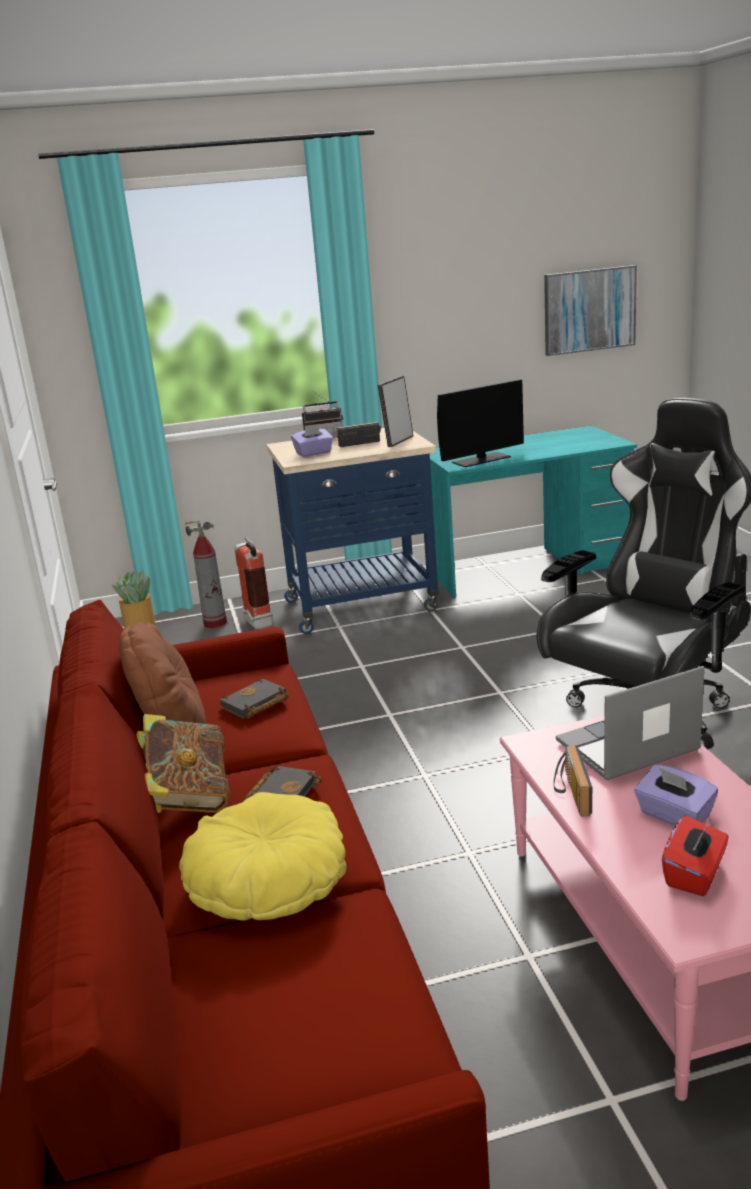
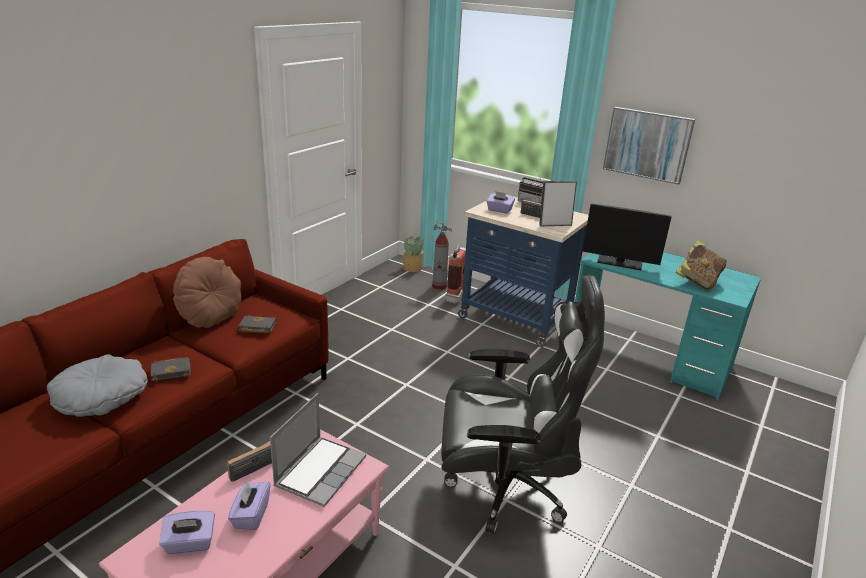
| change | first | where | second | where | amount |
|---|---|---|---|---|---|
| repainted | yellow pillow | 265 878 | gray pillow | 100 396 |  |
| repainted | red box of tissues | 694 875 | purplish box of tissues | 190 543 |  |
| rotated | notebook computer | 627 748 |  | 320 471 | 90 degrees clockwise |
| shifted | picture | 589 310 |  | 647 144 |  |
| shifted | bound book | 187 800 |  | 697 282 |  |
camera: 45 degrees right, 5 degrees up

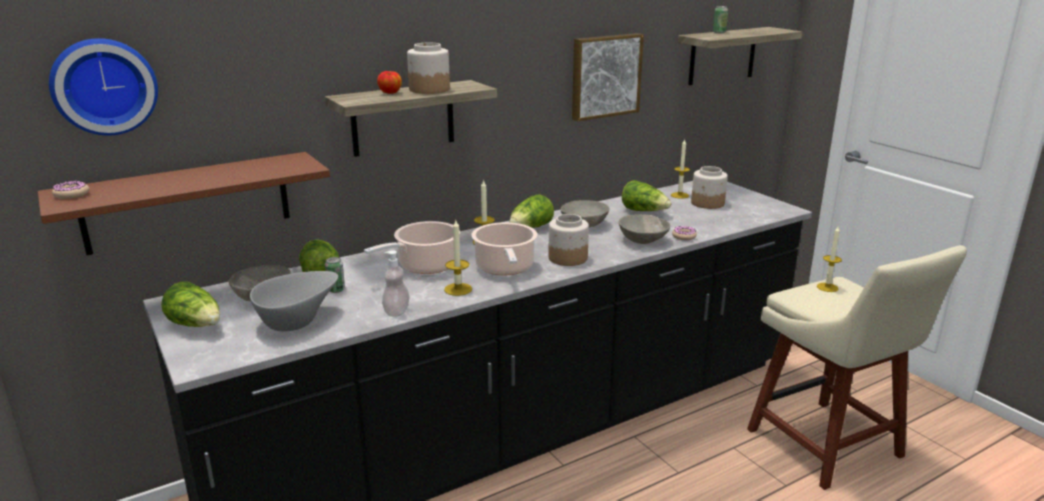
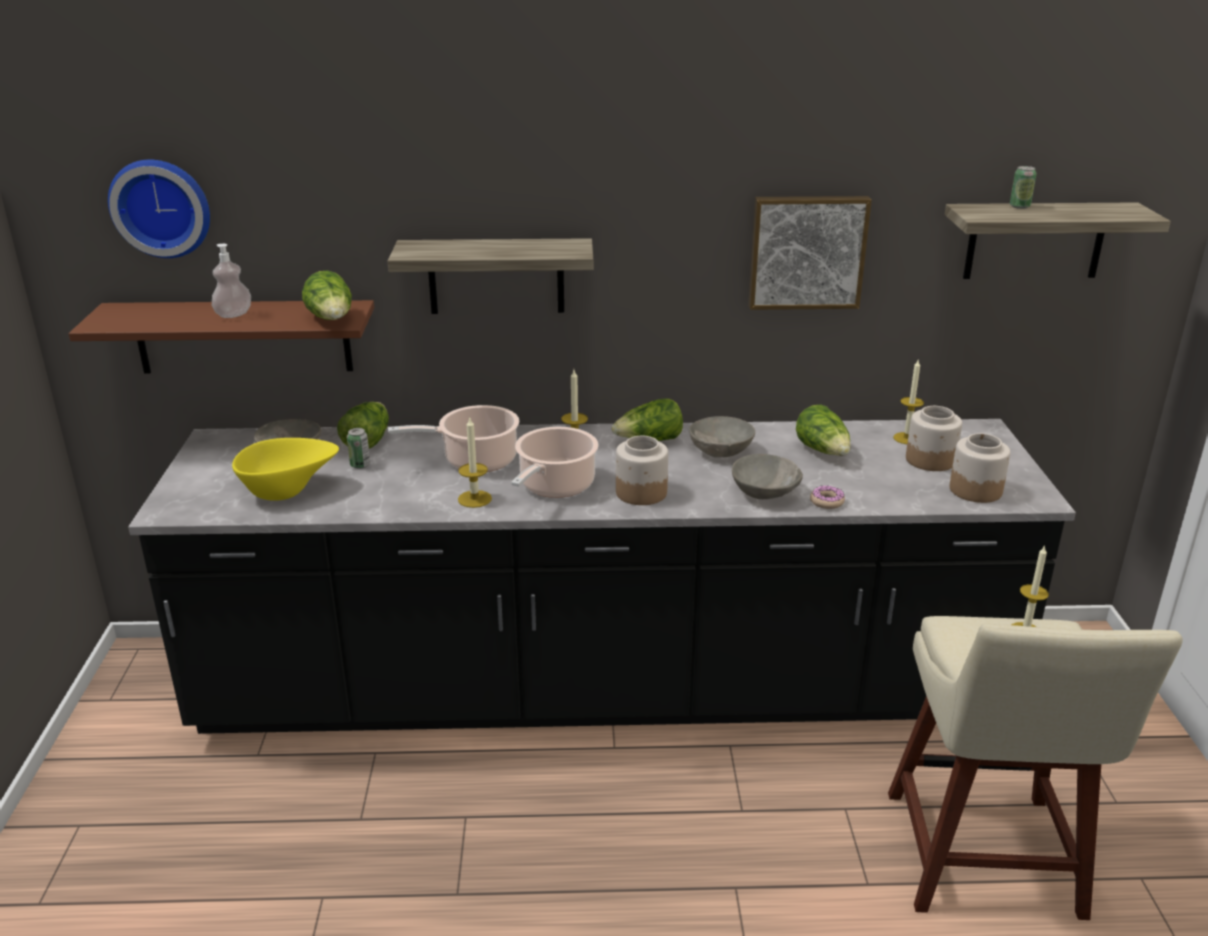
| change | first | where | second | where | amount |
|---|---|---|---|---|---|
| shifted | liquid soap bottle | 396 312 |  | 234 314 |  |
| repainted | gray deep dish | 297 321 | yellow deep dish | 288 491 |  |
| shifted | head of lettuce | 197 325 |  | 332 319 |  |
| shifted | preserve jar | 429 89 |  | 975 490 |  |
| gone | doughnut | 71 194 |  |  |  |
| gone | whole apple | 390 93 |  |  |  |
camera: 30 degrees right, 5 degrees up

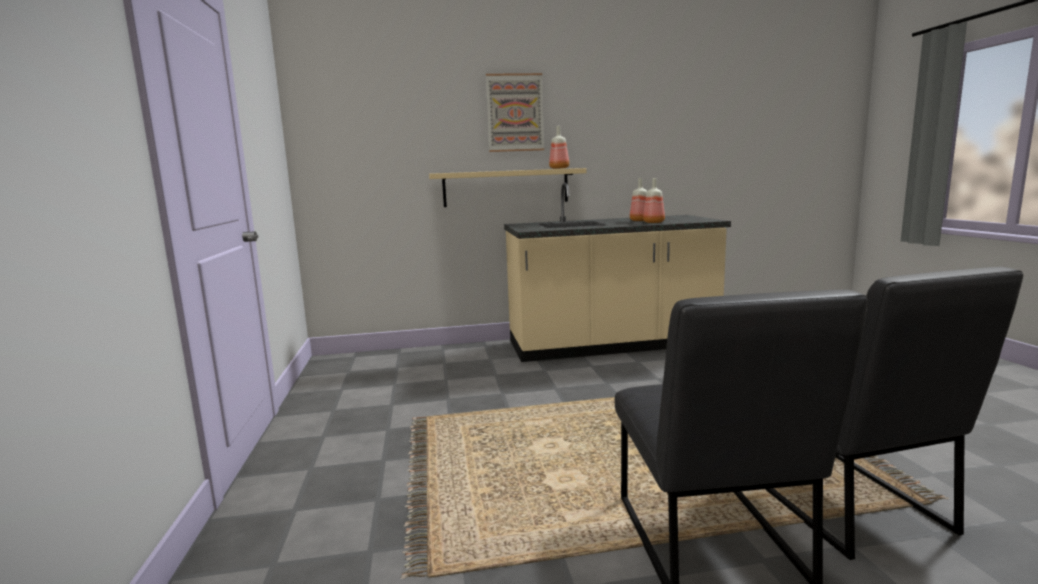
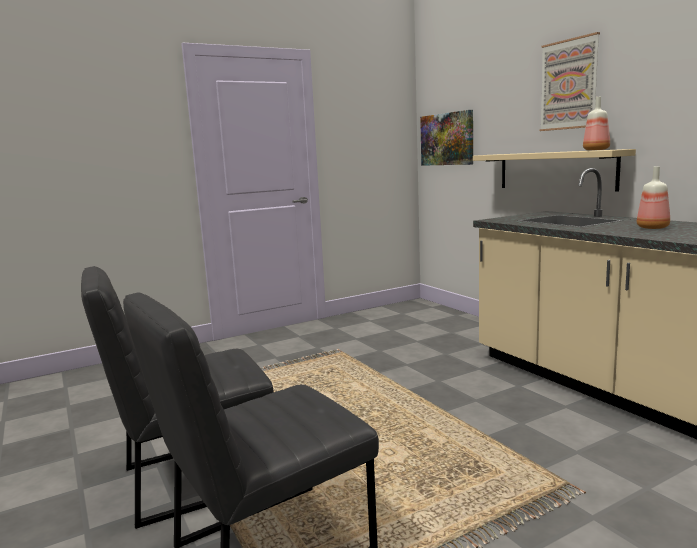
| change | first | where | second | where | amount |
|---|---|---|---|---|---|
| new |  |  | picture | 447 139 |  |
| gone | bottle | 653 222 |  |  |  |
camera: 70 degrees right, 0 degrees up

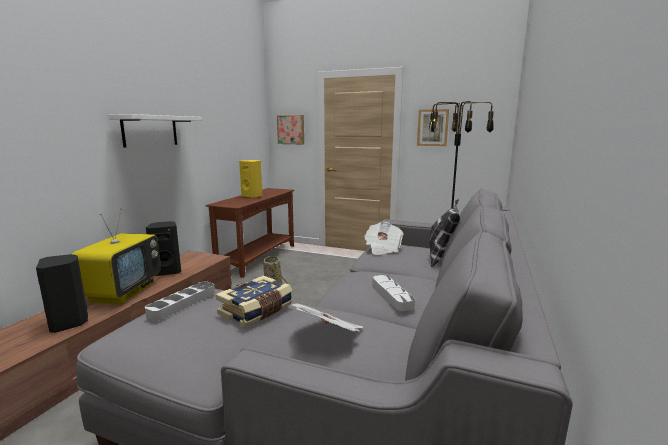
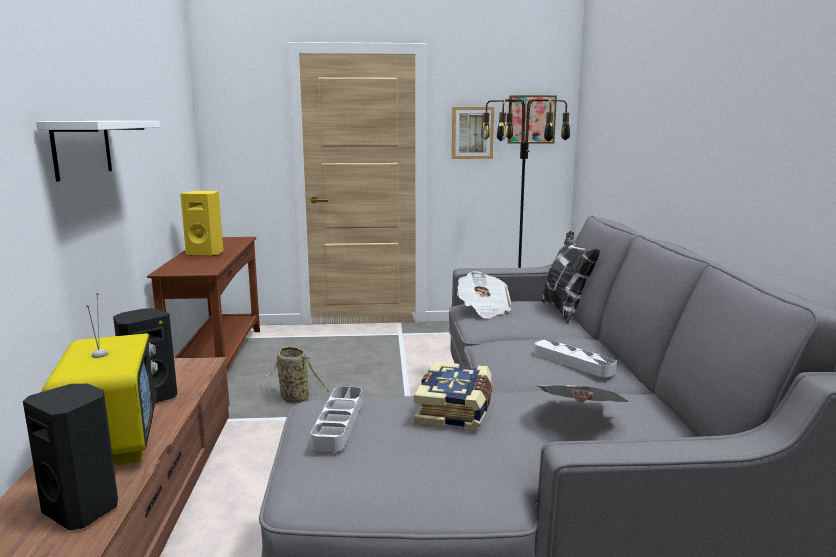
| change | first | where | second | where | amount |
|---|---|---|---|---|---|
| shifted | picture | 291 129 |  | 531 119 |  |
camera: 25 degrees left, 0 degrees up

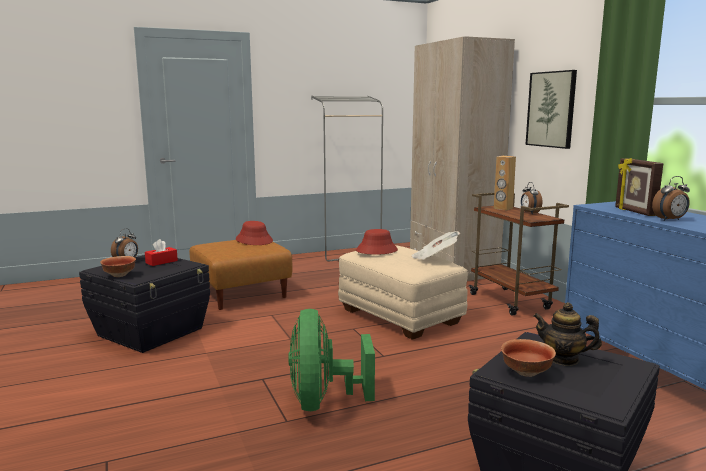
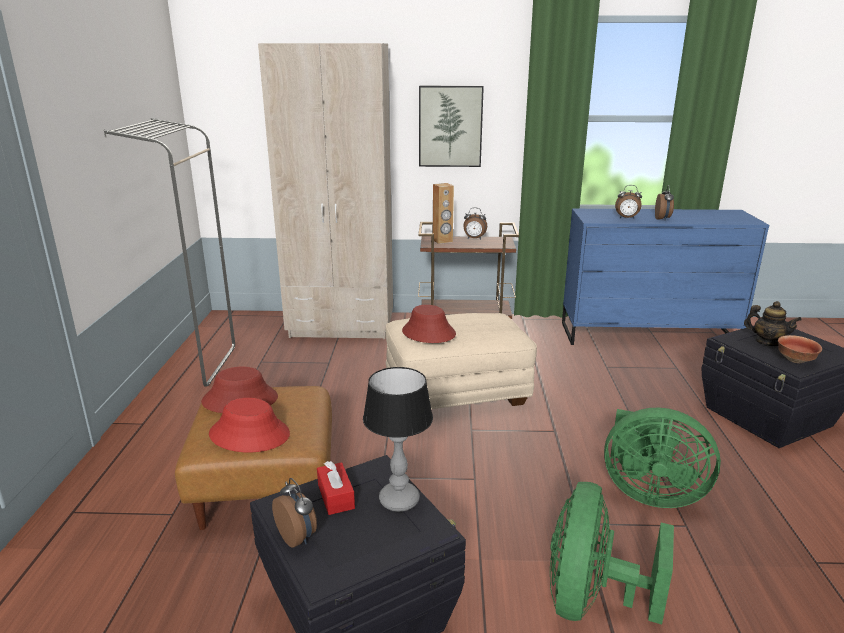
| change | first | where | second | where | amount |
|---|---|---|---|---|---|
| new |  |  | red hat | 250 434 |  |
| new |  |  | table lamp | 399 499 |  |
| new |  |  | green-coloured cooling fan | 591 600 |  |
| swapped | photo frame | 634 212 | alarm clock | 626 218 |  |
| rotated | tea pot | 563 359 |  | 767 342 | 105 degrees counterclockwise |
| gone | deep dish | 120 275 |  |  |  |
| gone | printed paper | 434 258 |  |  |  |
camera: 65 degrees left, 10 degrees up

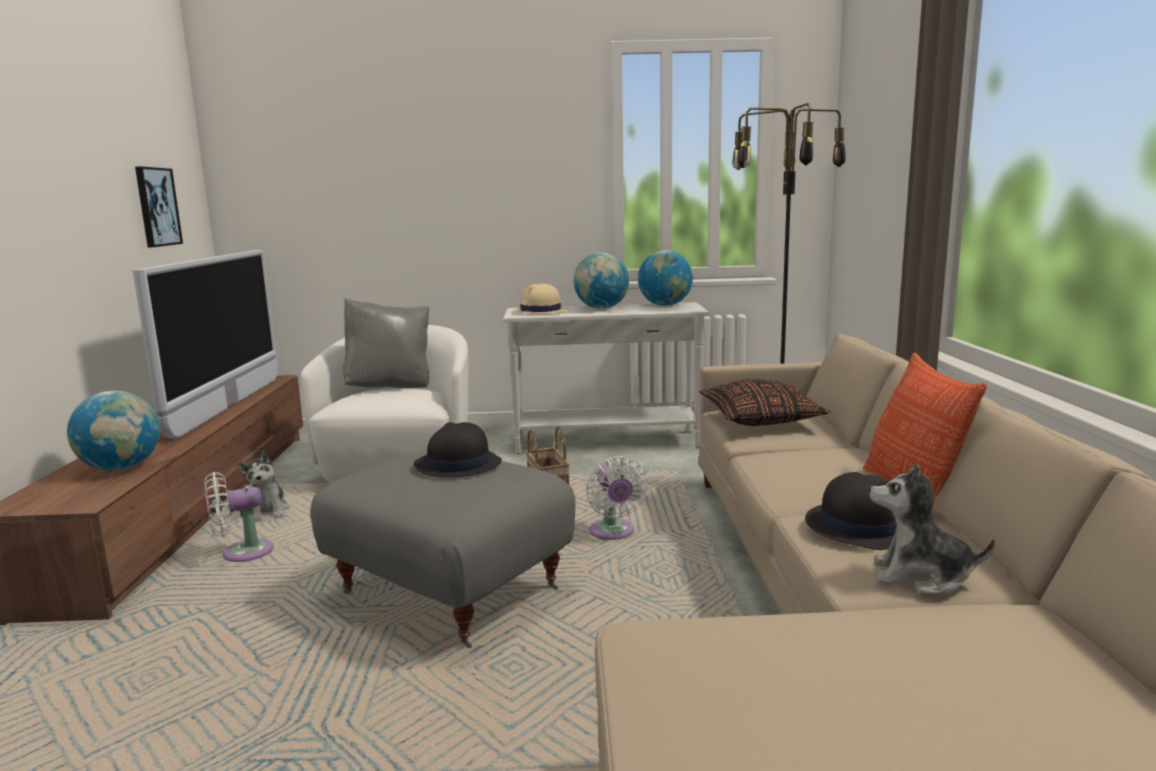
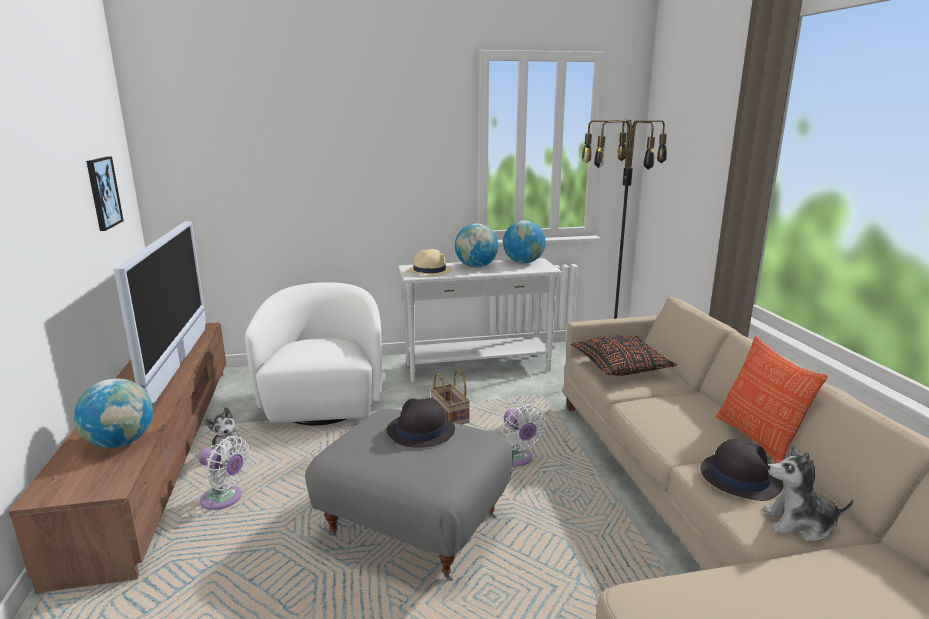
| change | first | where | second | where | amount |
|---|---|---|---|---|---|
| rotated | white-coloured cooling fan | 242 553 |  | 224 499 | 120 degrees counterclockwise |
| gone | gray pillow | 391 388 |  |  |  |
camera: 10 degrees left, 5 degrees up

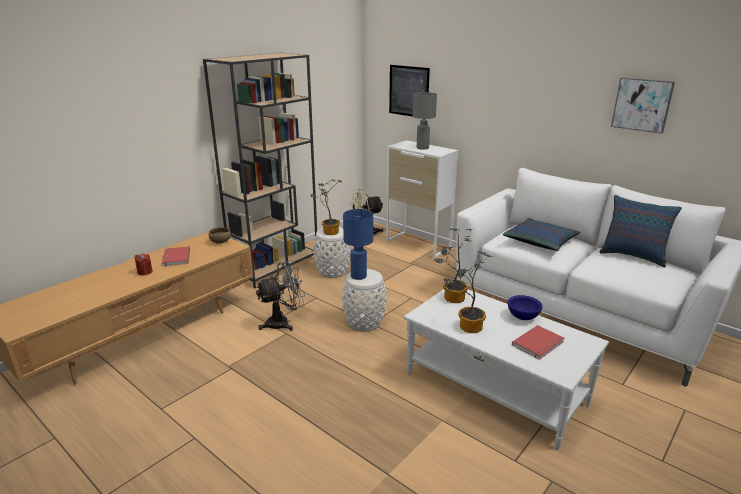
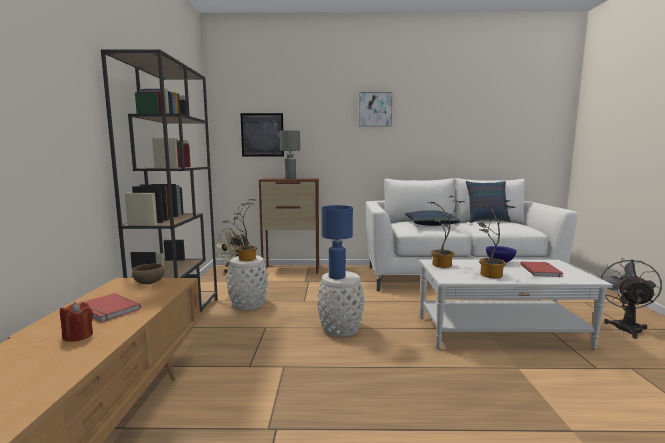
| change | first | where | second | where | amount |
|---|---|---|---|---|---|
| repainted | white-coloured cabinet | 418 245 | brown-coloured cabinet | 292 270 |  |
| shifted | picture | 642 104 |  | 375 109 |  |
| shifted | gray cooling fan | 283 322 |  | 625 326 |  |
camera: 40 degrees left, 15 degrees down

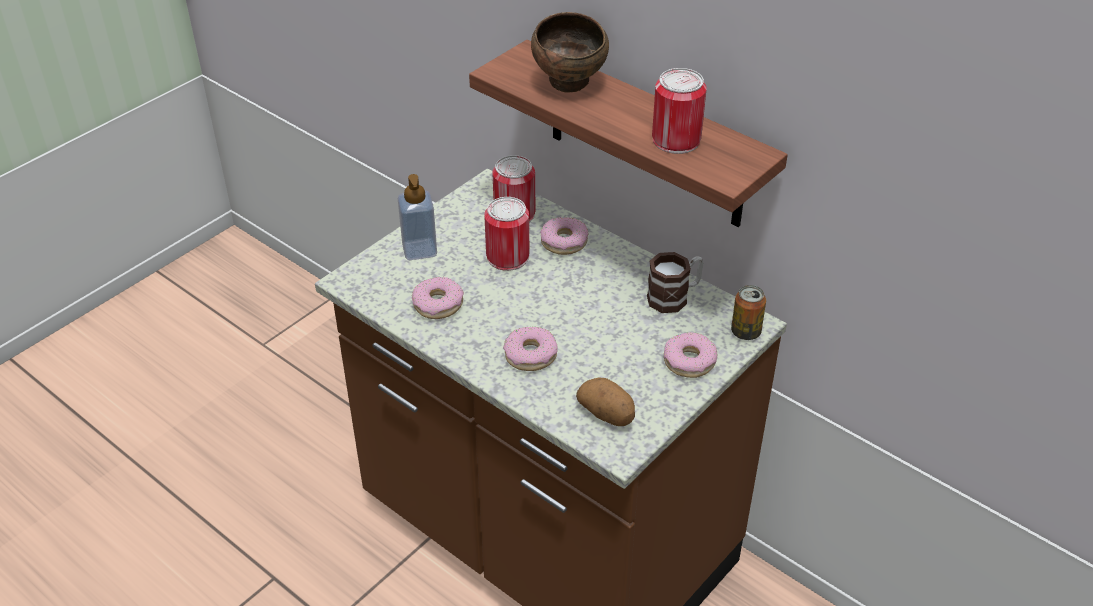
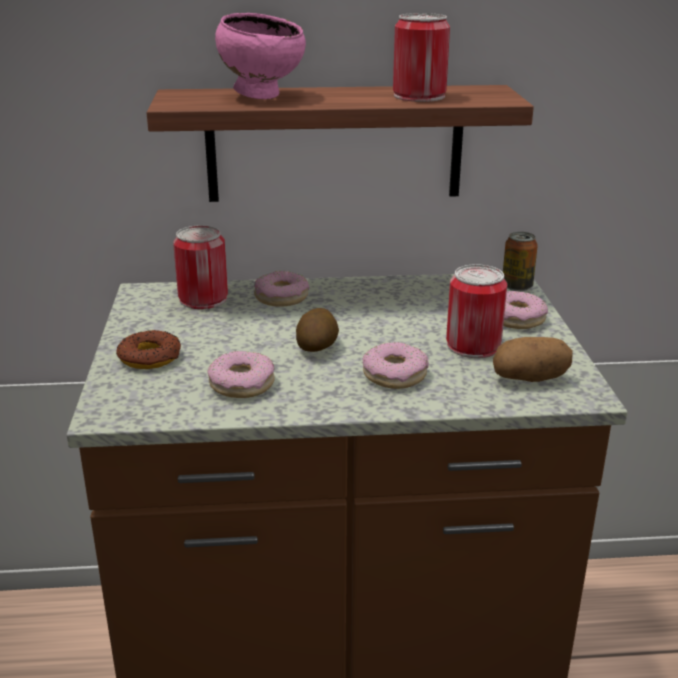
| change | first | where | second | where | amount |
|---|---|---|---|---|---|
| swapped | liquid soap bottle | 419 250 | doughnut | 150 357 |  |
| repainted | brown-coloured deep dish | 570 85 | pink-coloured deep dish | 263 96 |  |
| new |  |  | whole potato | 317 347 |  |
| shifted | sealed can | 507 257 |  | 473 345 |  |
| gone | mug | 674 296 |  |  |  |
camera: 45 degrees left, 15 degrees down

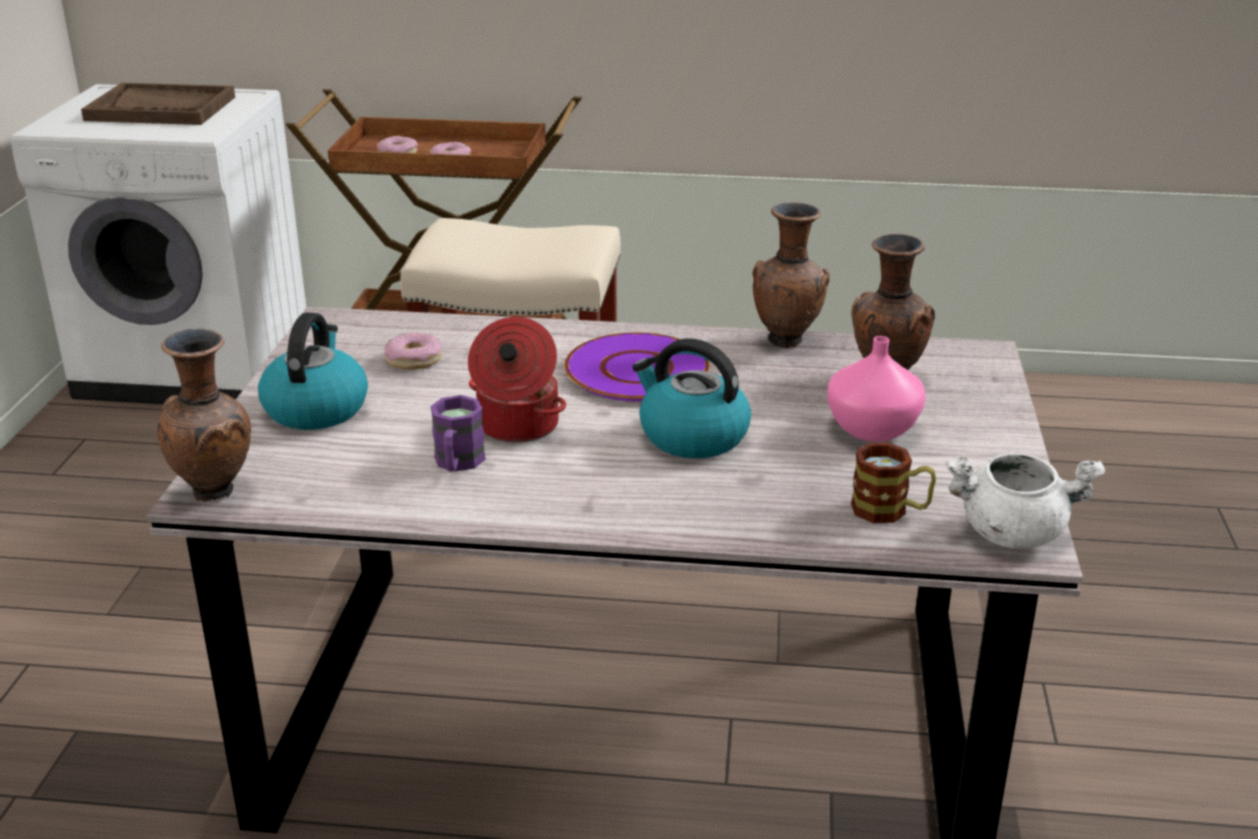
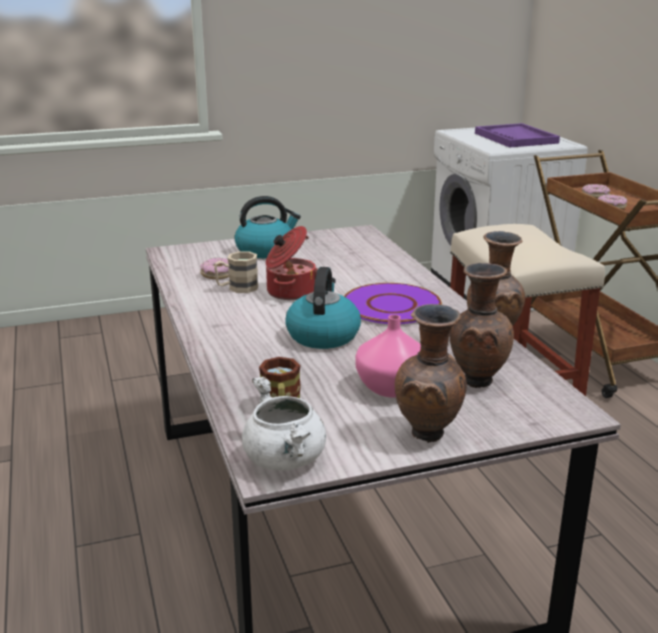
| change | first | where | second | where | amount |
|---|---|---|---|---|---|
| shifted | doughnut | 414 360 |  | 218 274 |  |
| repainted | purplish mug | 457 464 | beige-coloured mug | 237 288 |  |
| shifted | brown-coloured flower vase | 216 492 |  | 428 436 |  |
| repainted | brown-coloured tray | 161 109 | purplish tray | 516 138 |  |
camera: 65 degrees right, 5 degrees down

